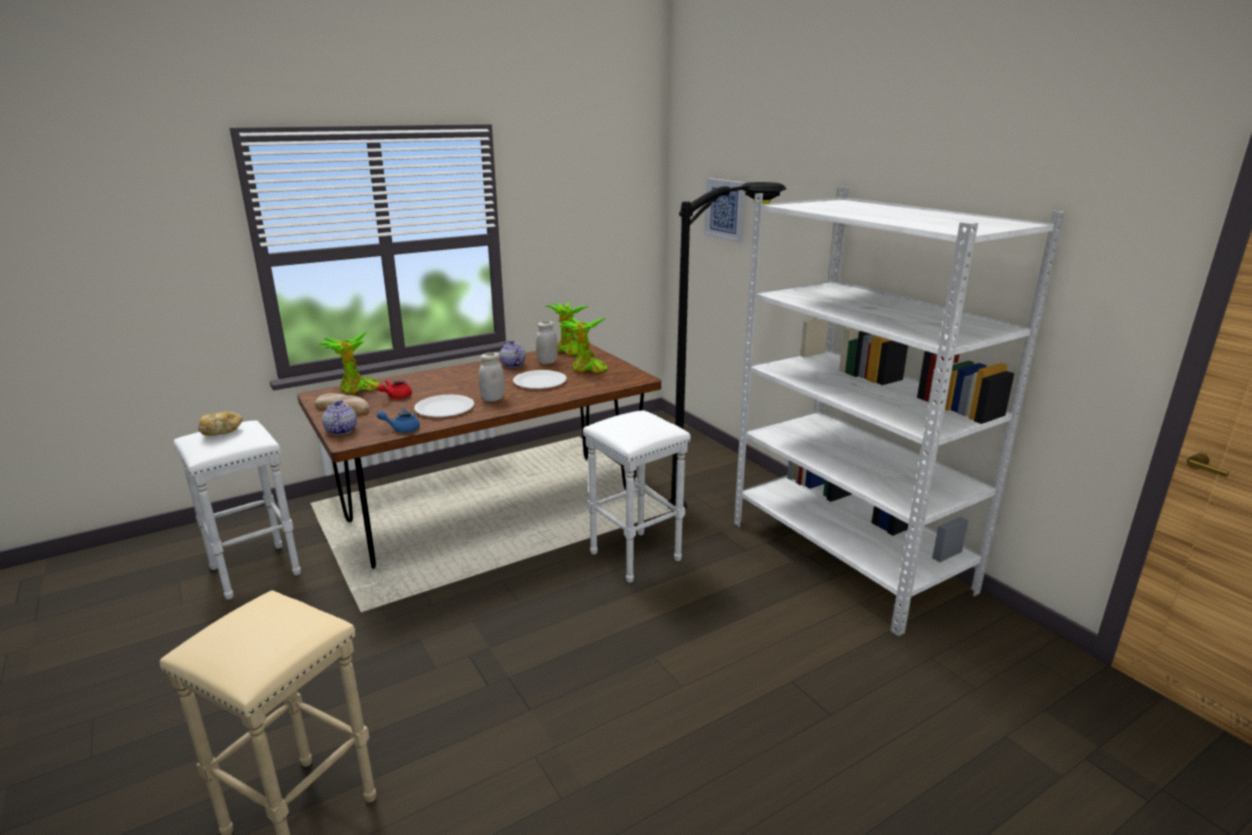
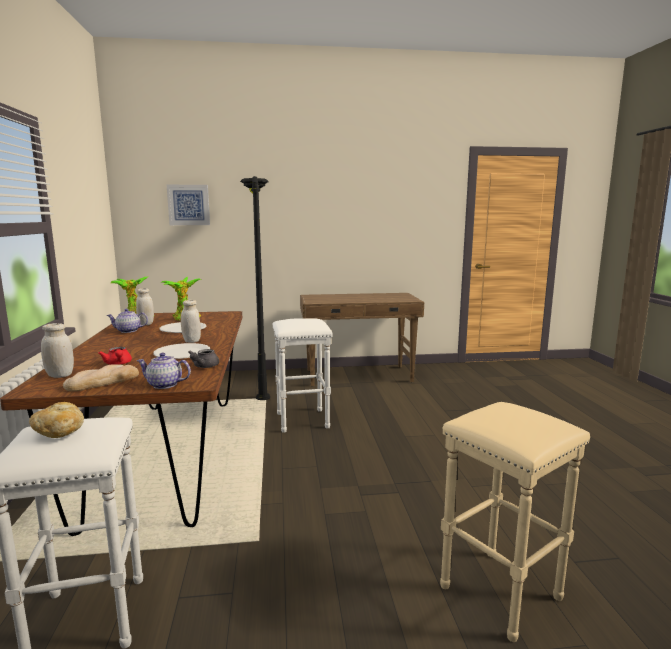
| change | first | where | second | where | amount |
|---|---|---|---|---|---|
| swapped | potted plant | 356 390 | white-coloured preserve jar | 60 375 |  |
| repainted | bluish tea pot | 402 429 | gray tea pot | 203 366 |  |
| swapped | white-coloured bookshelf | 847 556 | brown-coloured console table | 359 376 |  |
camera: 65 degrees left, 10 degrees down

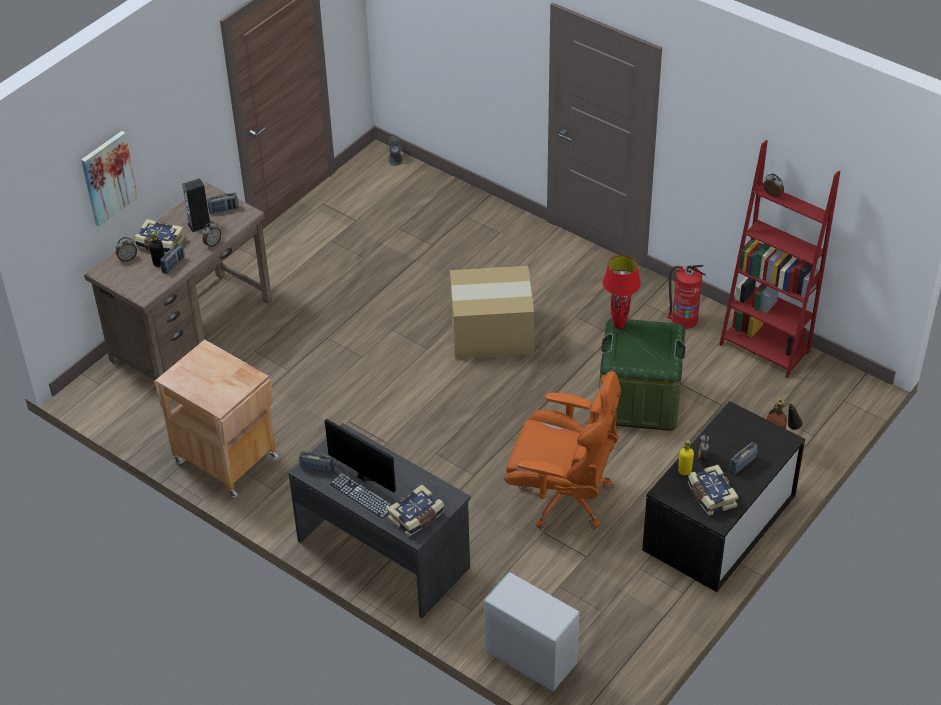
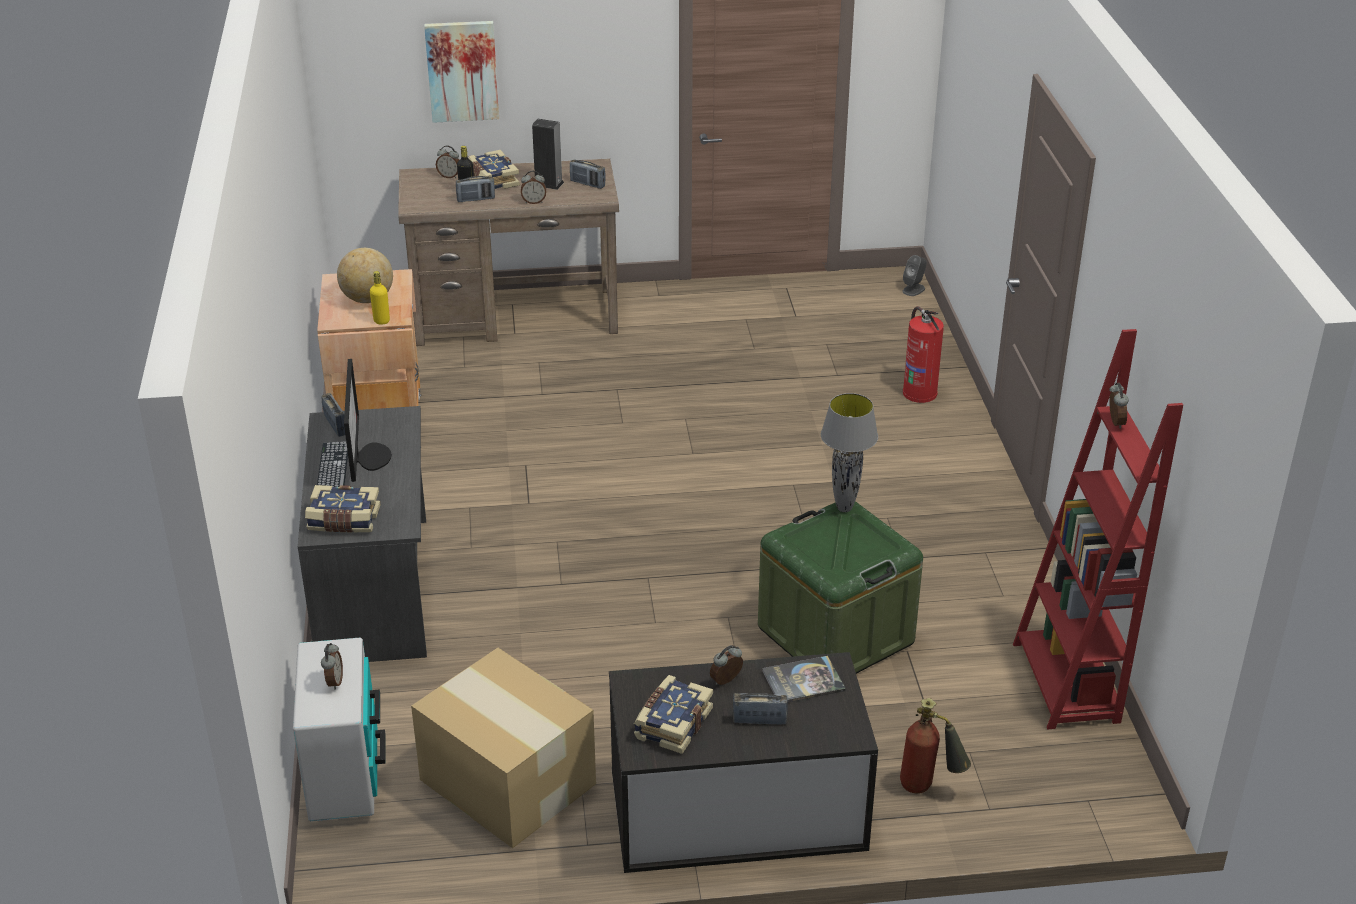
| change | first | where | second | where | amount |
|---|---|---|---|---|---|
| new |  |  | alarm clock | 334 682 |  |
| new |  |  | world globe | 367 299 |  |
| shifted | yellow bottle | 684 471 |  | 381 321 |  |
| shifted | cardboard box | 490 332 |  | 507 780 |  |
| new |  |  | bound book | 803 681 |  |
| repainted | red table lamp | 619 325 | gray table lamp | 844 508 |  |
| shifted | fire extinguisher | 684 319 |  | 919 392 |  |
| gone | orange desk chair | 560 498 |  |  |  |
camera: 45 degrees right, 10 degrees down

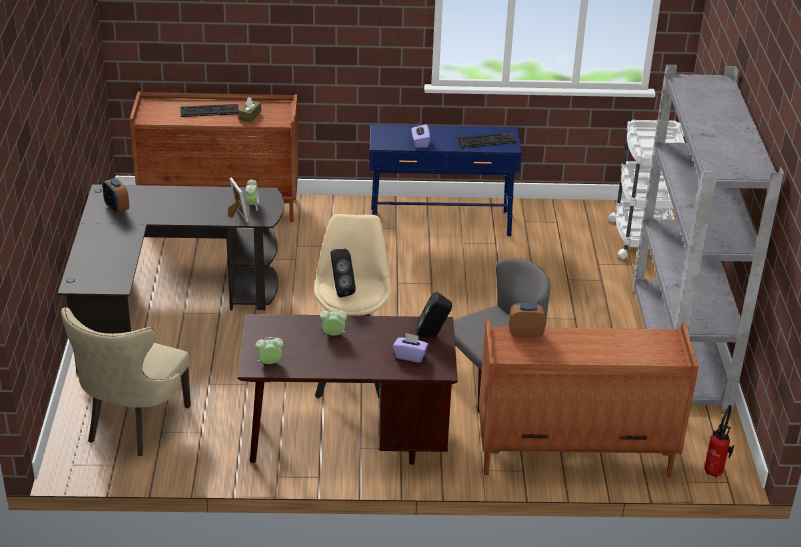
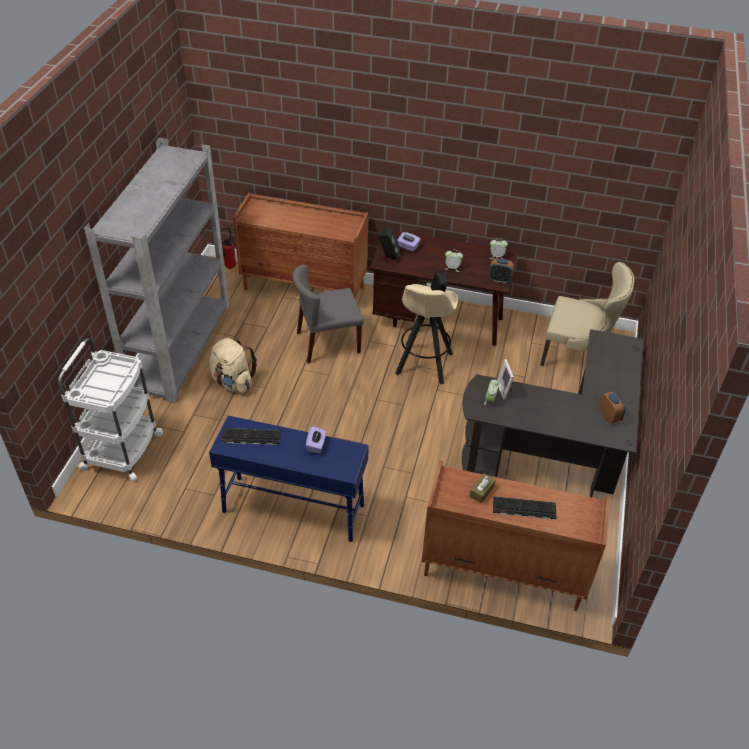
| change | first | where | second | where | amount |
|---|---|---|---|---|---|
| new |  |  | beige-coloured rucksack | 233 382 |  |
| shifted | alarm clock | 525 334 |  | 499 280 |  |
| rotated | beige-coloured chair | 133 424 |  | 576 355 | 75 degrees clockwise |
camera: 165 degrees left, 10 degrees up

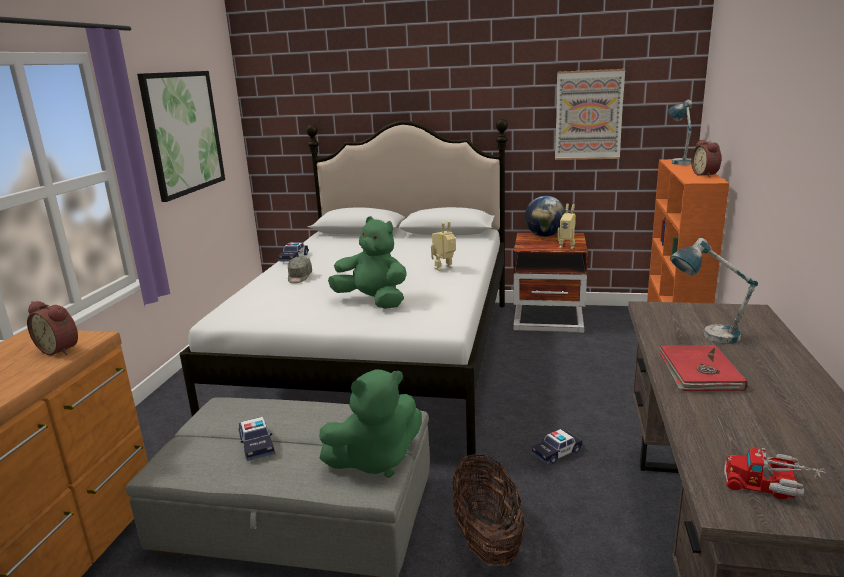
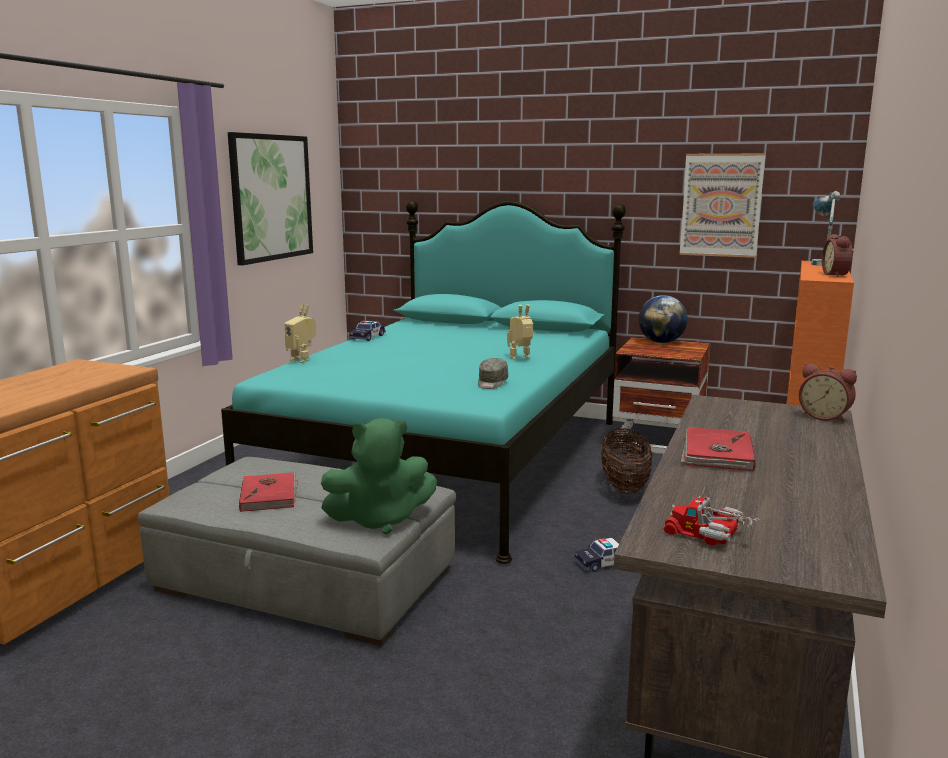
| change | first | where | second | where | amount |
|---|---|---|---|---|---|
| repainted | white-coloured sleeping bed | 382 361 | blue-green sleeping bed | 449 460 |  |
| swapped | model car | 256 445 | red bound book | 269 495 |  |
| shifted | robot figure | 567 246 |  | 302 360 |  |
| shifted | gray peaked cap | 299 277 |  | 492 383 |  |
| shifted | basket | 487 539 |  | 624 487 |  |
| shifted | alarm clock | 61 349 |  | 825 417 |  |
| gone | green-coloured plush toy | 373 301 |  |  |  |
| gone | table lamp | 705 336 |  |  |  |
camera: 10 degrees right, 5 degrees down

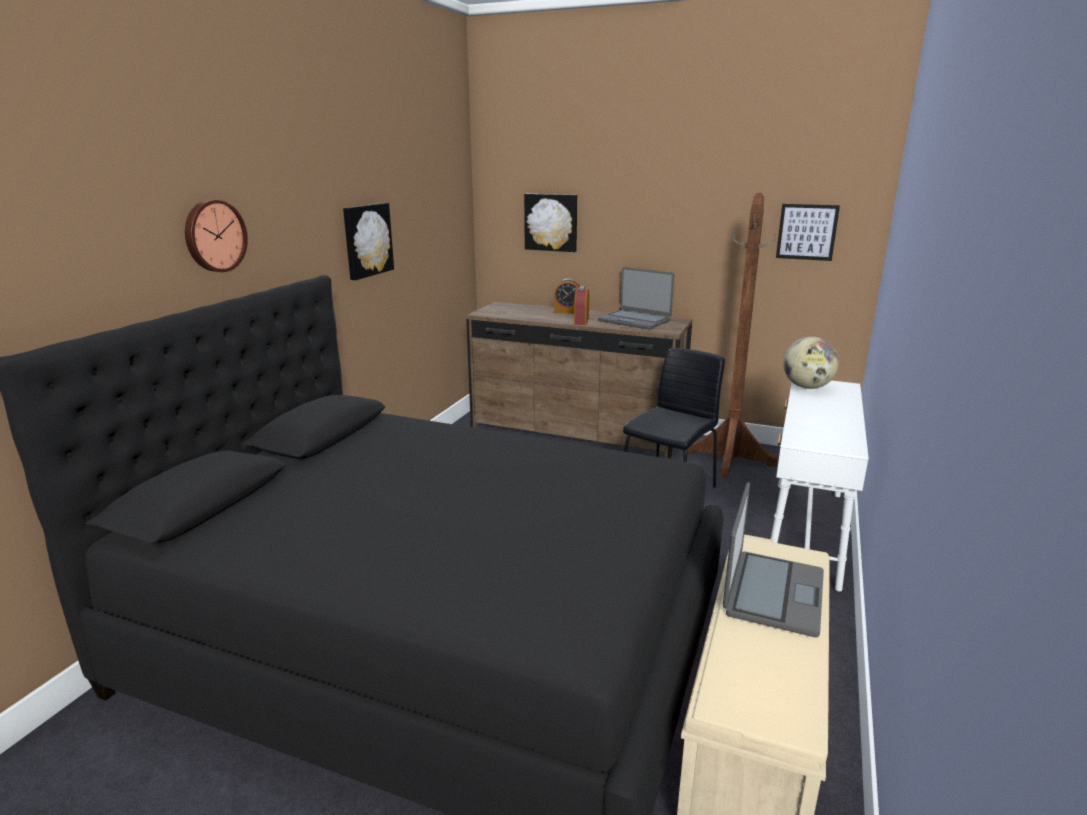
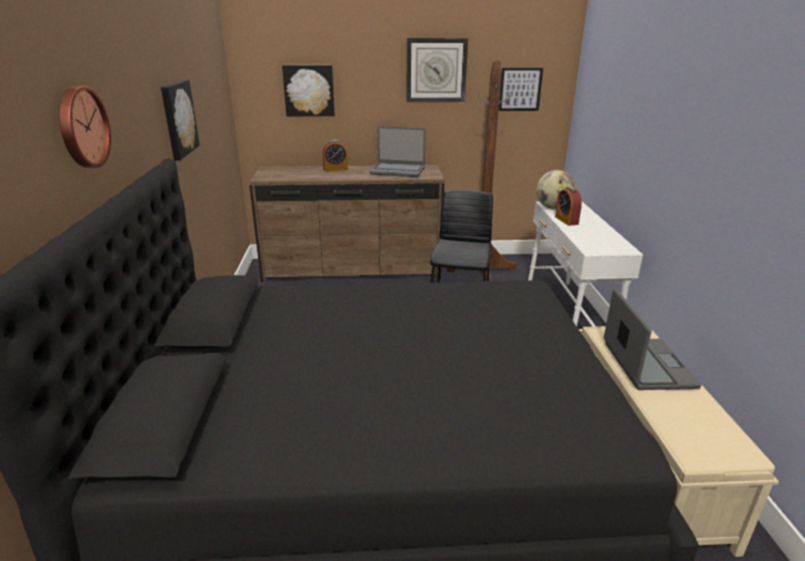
| change | first | where | second | where | amount |
|---|---|---|---|---|---|
| new |  |  | clock on the wall | 436 70 |  |
| shifted | alarm clock | 581 321 |  | 566 220 |  |
camera: 25 degrees left, 5 degrees up

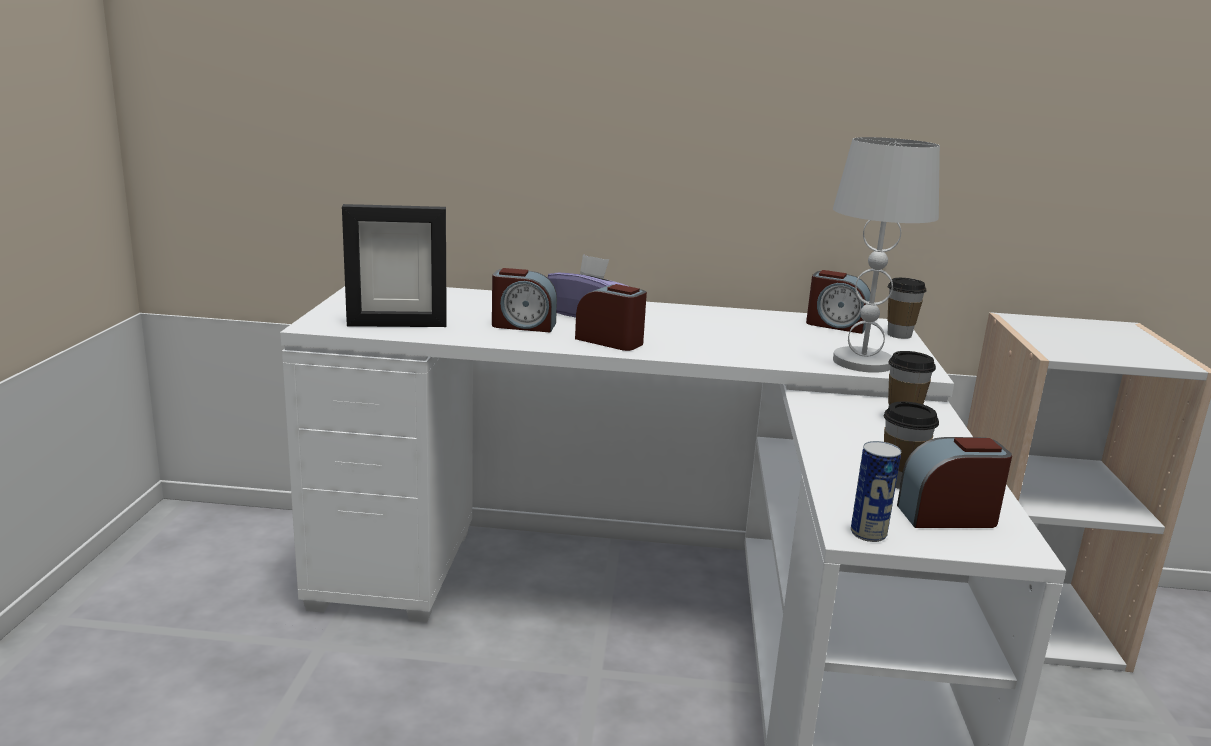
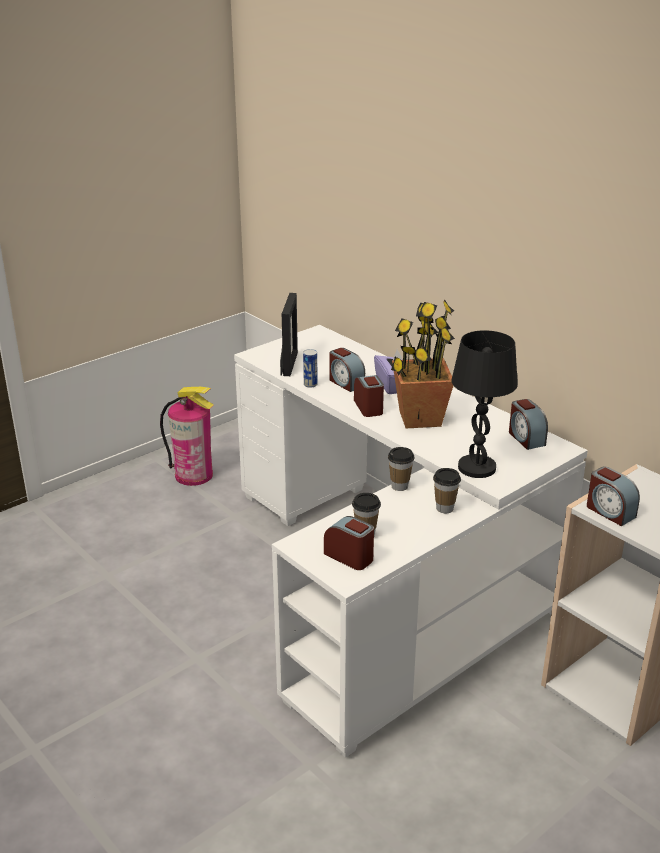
| change | first | where | second | where | amount |
|---|---|---|---|---|---|
| new |  |  | fire extinguisher | 194 475 |  |
| rotated | photo frame | 397 324 |  | 289 364 | 120 degrees counterclockwise |
| shifted | sealed can | 868 534 |  | 310 384 |  |
| shifted | small cup | 899 335 |  | 399 486 |  |
| new |  |  | potted plant | 419 418 |  |
| repainted | white-coloured table lamp | 862 362 | black-coloured table lamp | 476 467 |  |
| new |  |  | alarm clock | 609 511 |  |
camera: 45 degrees right, 10 degrees up

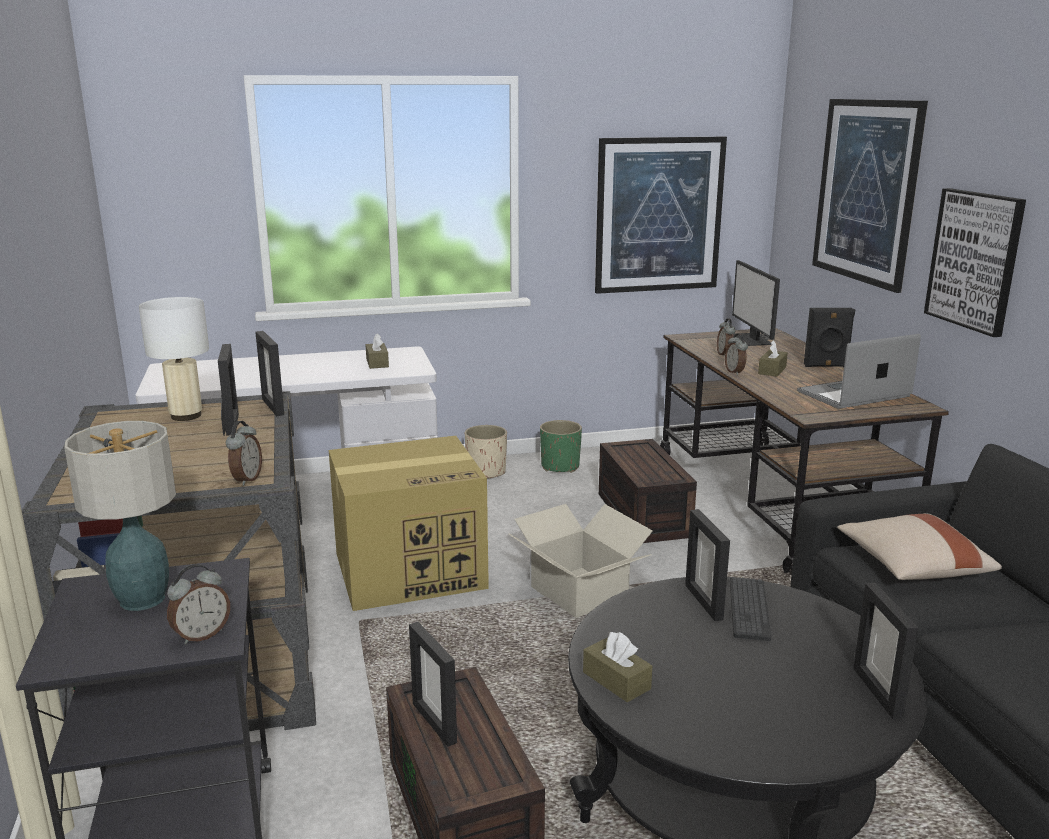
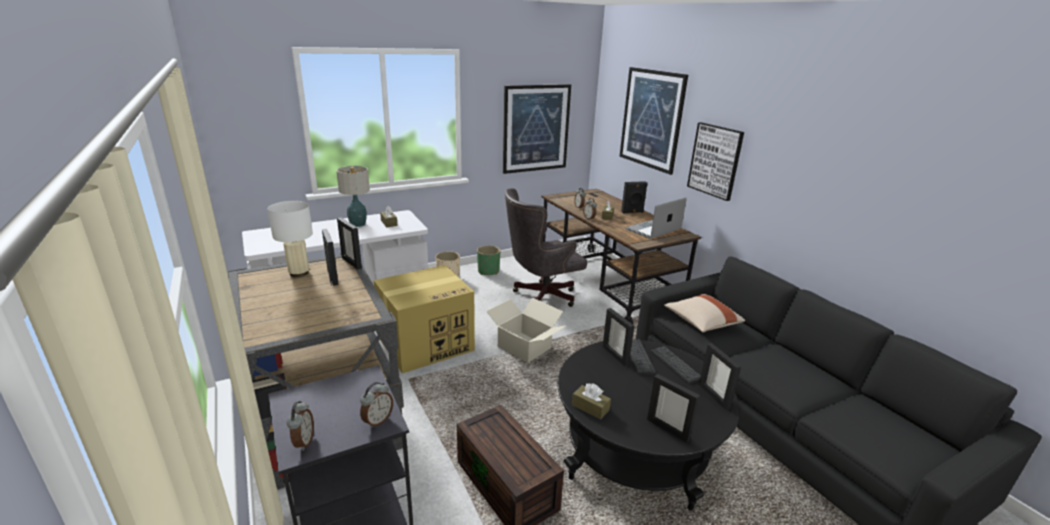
| change | first | where | second | where | amount |
|---|---|---|---|---|---|
| shifted | alarm clock | 246 479 |  | 303 442 |  |
| shifted | table lamp | 141 600 |  | 357 224 |  |
| swapped | brown-coloured storage container | 641 514 | gray desk chair | 541 297 |  |
| shifted | photo frame | 435 722 |  | 668 429 |  |
| new |  |  | PC keyboard | 675 365 |  |
| gone | computer display | 752 339 |  |  |  |
camera: 15 degrees left, 5 degrees up

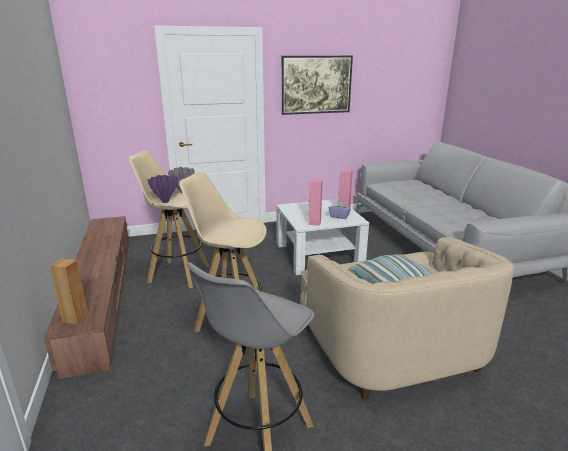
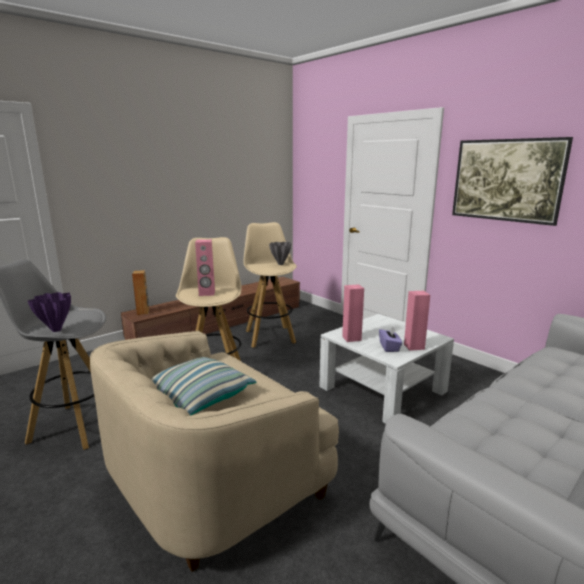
| change | first | where | second | where | amount |
|---|---|---|---|---|---|
| shifted | purplish flower vase | 164 202 |  | 56 330 |  |
| new |  |  | pink-coloured loudspeaker | 207 293 |  |
camera: 65 degrees right, 5 degrees down

